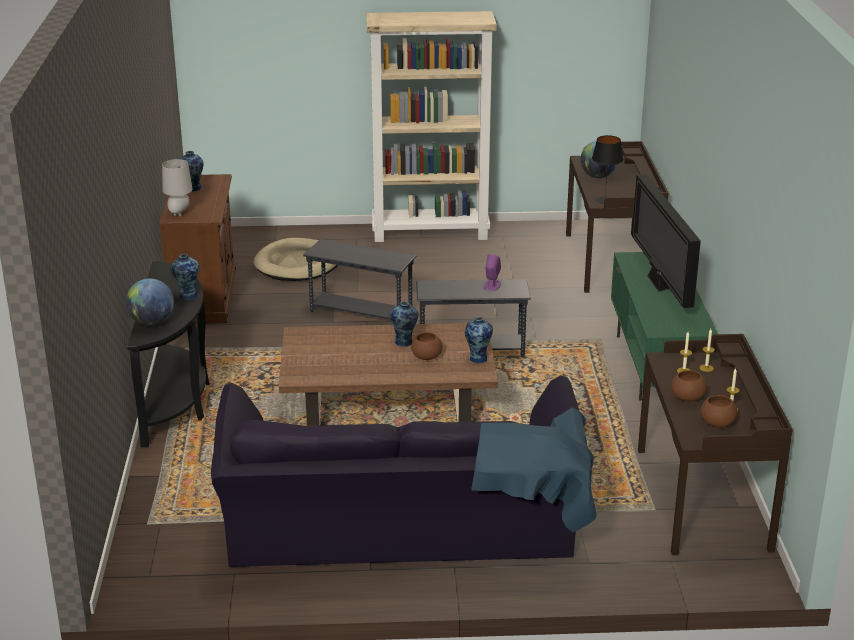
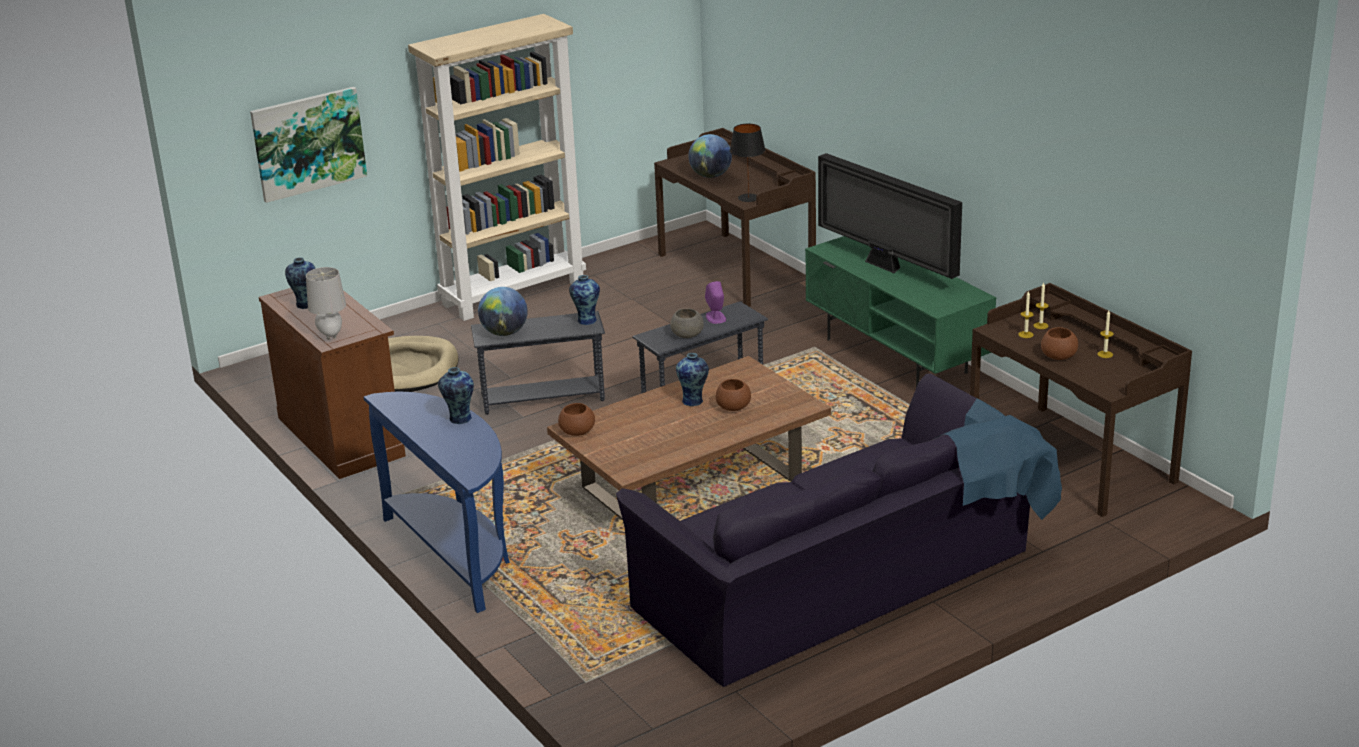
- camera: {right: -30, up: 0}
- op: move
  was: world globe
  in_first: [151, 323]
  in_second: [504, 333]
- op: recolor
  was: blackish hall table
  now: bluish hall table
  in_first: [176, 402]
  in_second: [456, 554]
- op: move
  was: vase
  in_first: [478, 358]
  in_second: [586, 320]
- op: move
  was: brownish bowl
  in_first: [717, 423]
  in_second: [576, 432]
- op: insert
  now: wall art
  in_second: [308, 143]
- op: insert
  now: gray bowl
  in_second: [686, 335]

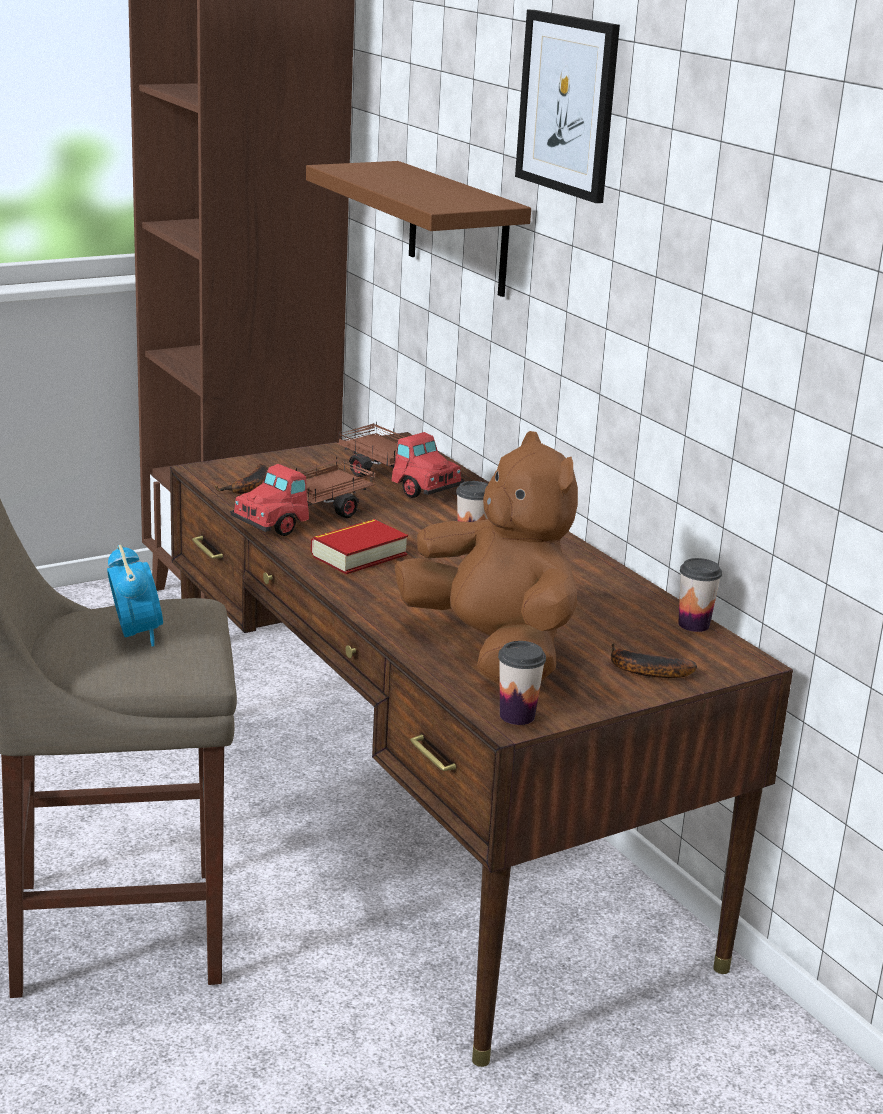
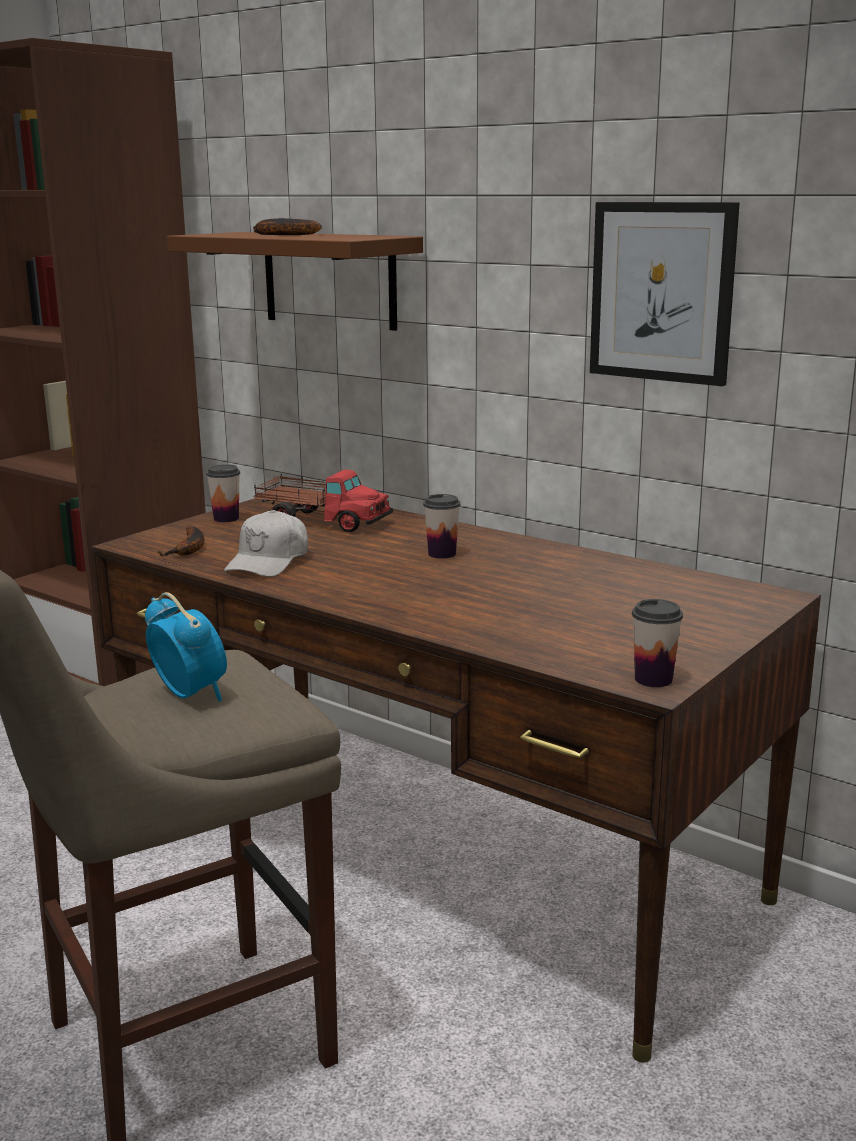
- camera: {right: -20, up: -5}
- op: replace
  was: model truck
  now: white peaked cap
  in_first: [306, 517]
  in_second: [269, 562]
- op: delete
  was: bound book
  in_first: [359, 555]
- op: delete
  was: brownish plush toy
  in_first: [493, 651]
- op: move
  was: wall art
  in_first: [567, 104]
  in_second: [662, 292]
- op: move
  was: whole banana
  in_first: [643, 670]
  in_second: [282, 235]
- op: move
  was: cup
  in_first: [693, 624]
  in_second: [226, 518]

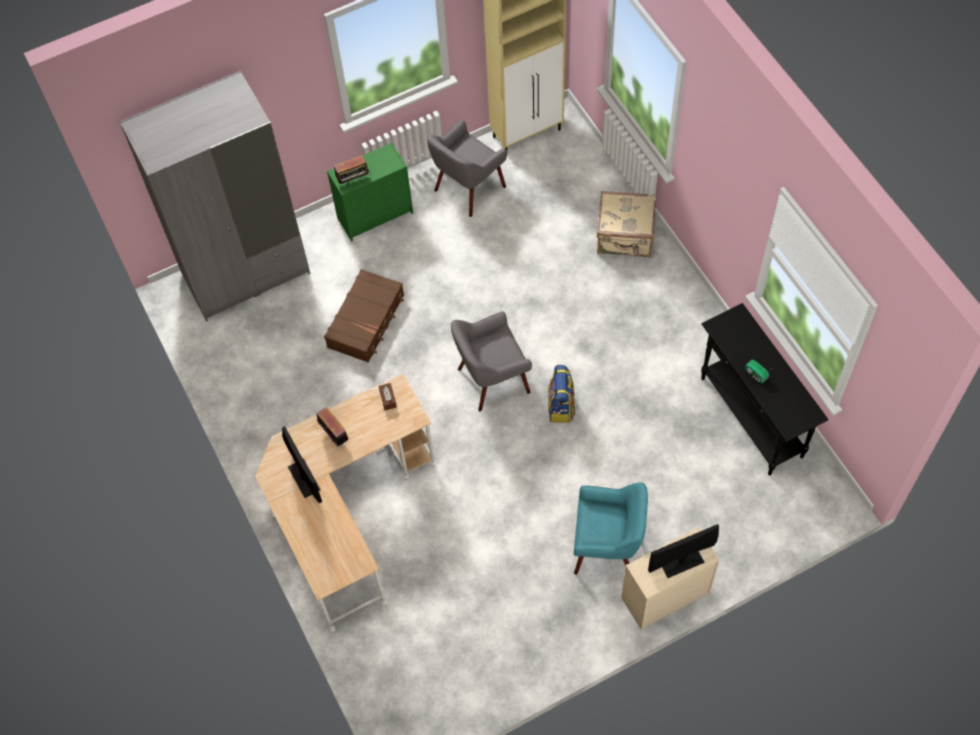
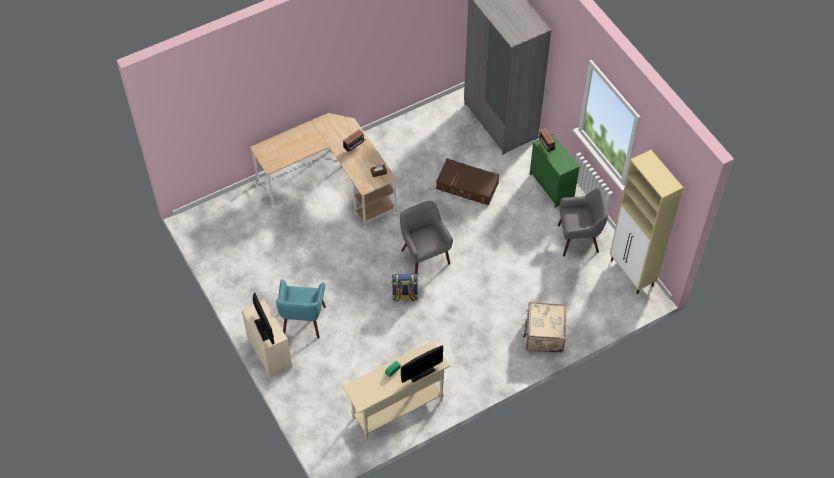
- camera: {right: 85, up: -5}
- op: move
  was: computer screen
  in_first: [304, 478]
  in_second: [421, 372]
- op: rotate
  was: gray lounge chair
  in_first: [468, 188]
  in_second: [579, 239]
  clockwise: 135
- op: recolor
  was: blackish hall table
  now: beige hall table
  in_first: [751, 417]
  in_second: [397, 409]

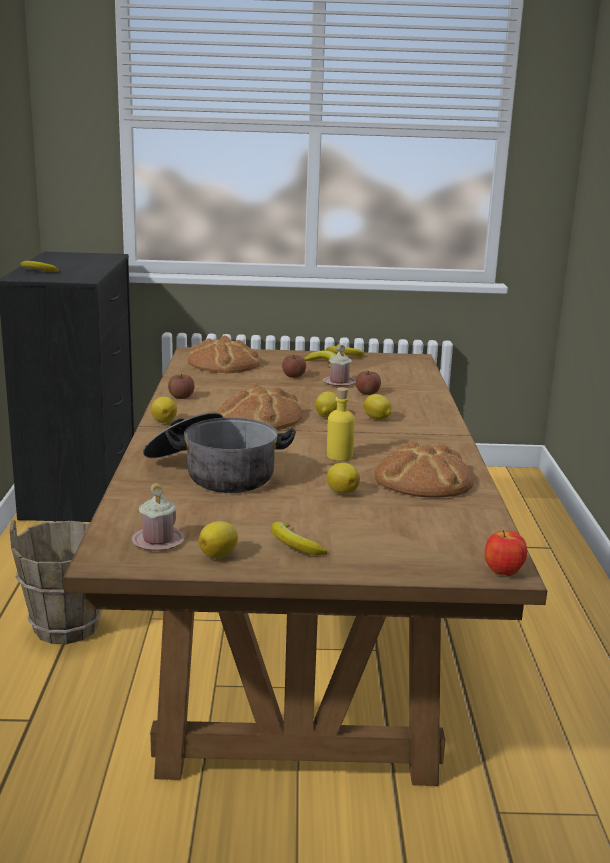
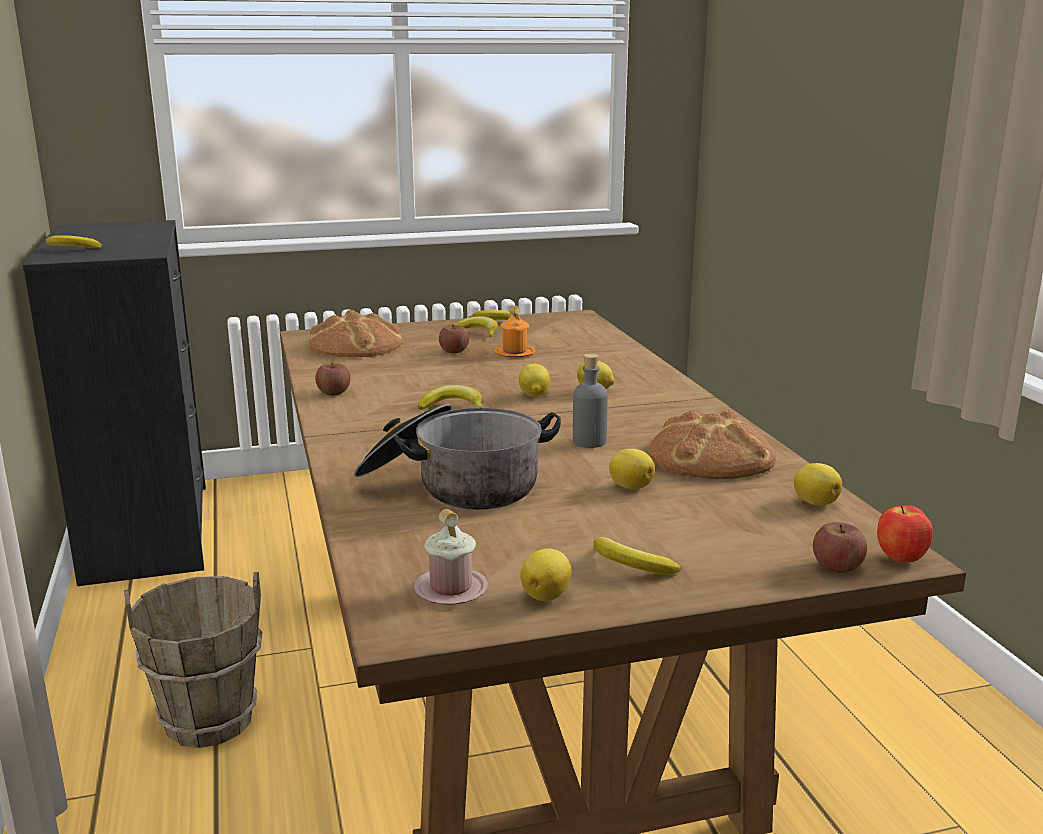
- camera: {right: -15, up: 0}
- op: move
  was: lemon
  in_first: [164, 421]
  in_second: [814, 502]
- op: replace
  was: bread
  now: whole banana
  in_first: [259, 417]
  in_second: [452, 406]
- op: recolor
  was: pink-coloured coffee mug
  now: orange coffee mug
  in_first: [339, 382]
  in_second: [514, 353]
- op: recolor
  was: yellow-coloured beverage bottle
  now: gray beverage bottle
  in_first: [339, 456]
  in_second: [589, 442]
- op: move
  was: apple
  in_first: [367, 393]
  in_second: [837, 567]

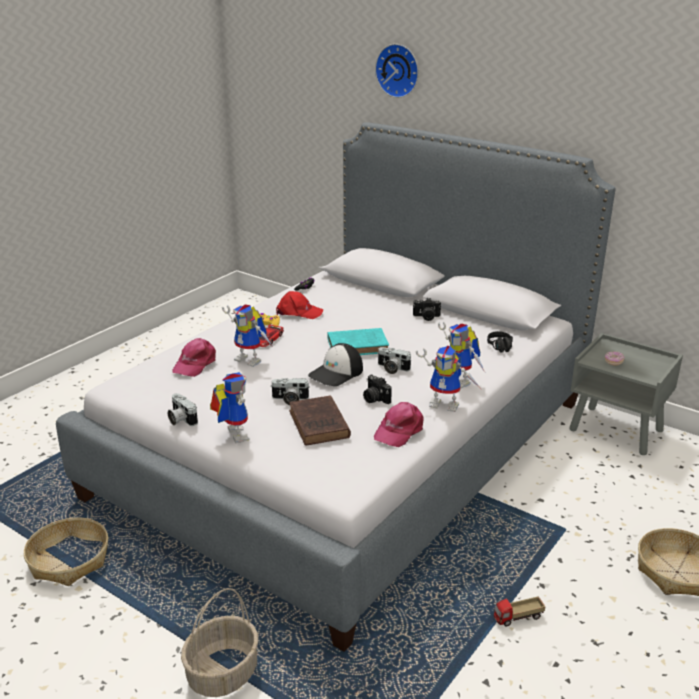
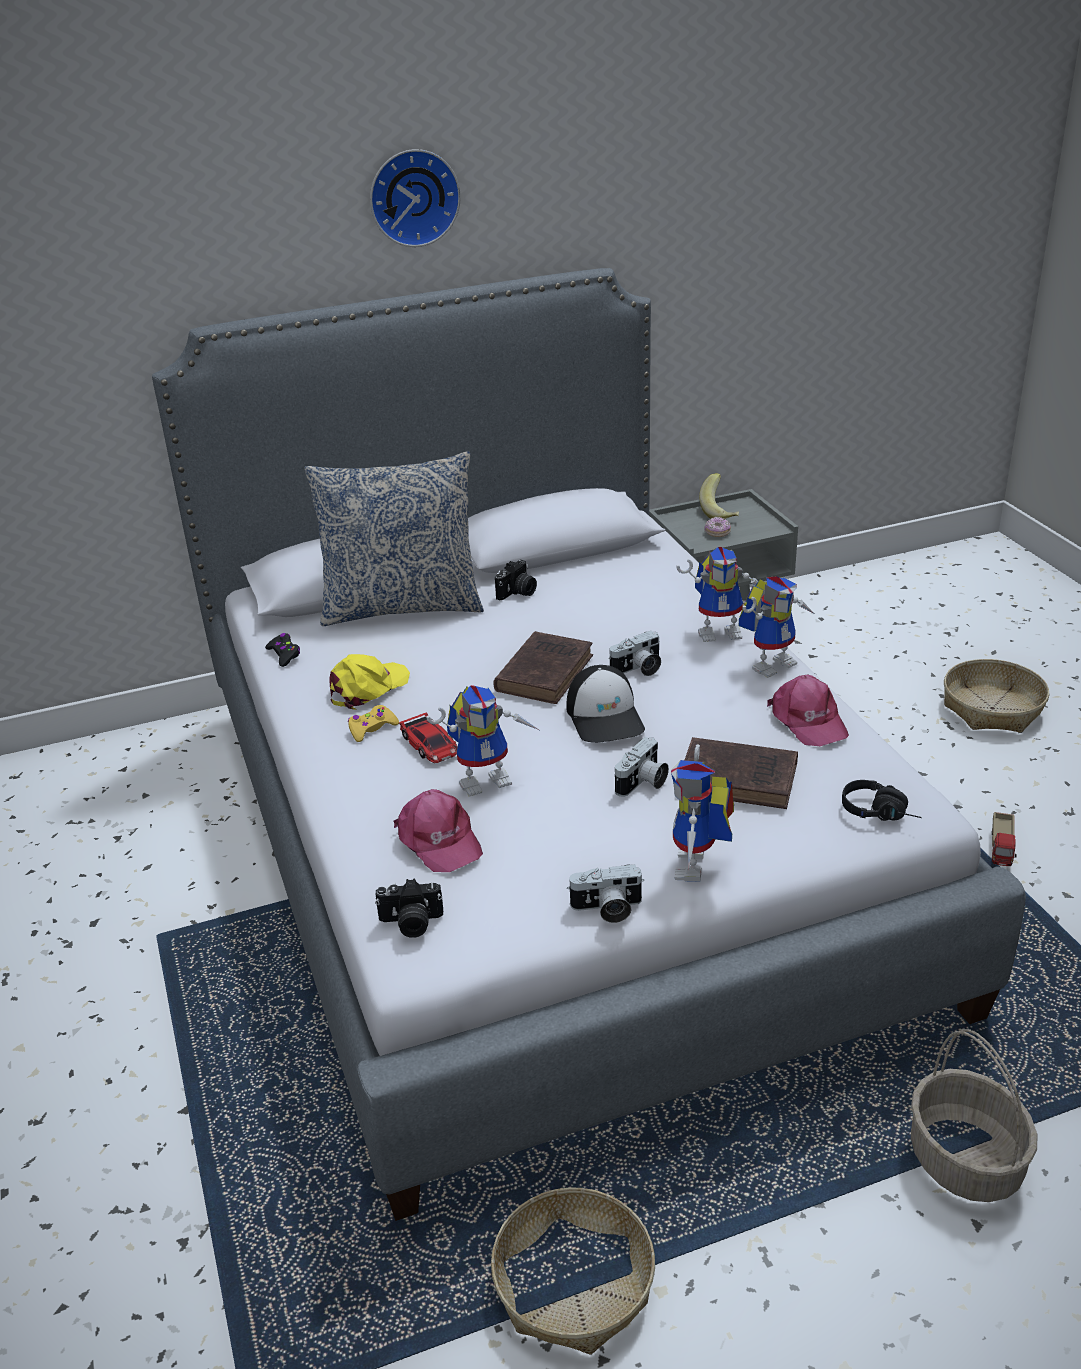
- camera: {right: -55, up: 5}
- op: rotate
  was: robot figure
  in_first: [232, 434]
  in_second: [699, 868]
  clockwise: -90
- op: recolor
  was: red-coloured peaked cap
  now: yellow-coloured peaked cap
  in_first: [298, 312]
  in_second: [367, 688]
- op: recolor
  was: turquoise bound book
  now: brownish bound book
  in_first: [359, 346]
  in_second: [545, 672]
- op: move
  was: photo camera
  in_first: [374, 398]
  in_second: [411, 923]
- op: move
  was: clock on the wall
  in_first: [398, 70]
  in_second: [413, 197]
- op: move
  was: blackish headset
  in_first: [501, 349]
  in_second: [881, 813]
- op: insert
  now: pillow
  in_second: [402, 606]
- op: insert
  now: whole banana
  in_second: [721, 512]

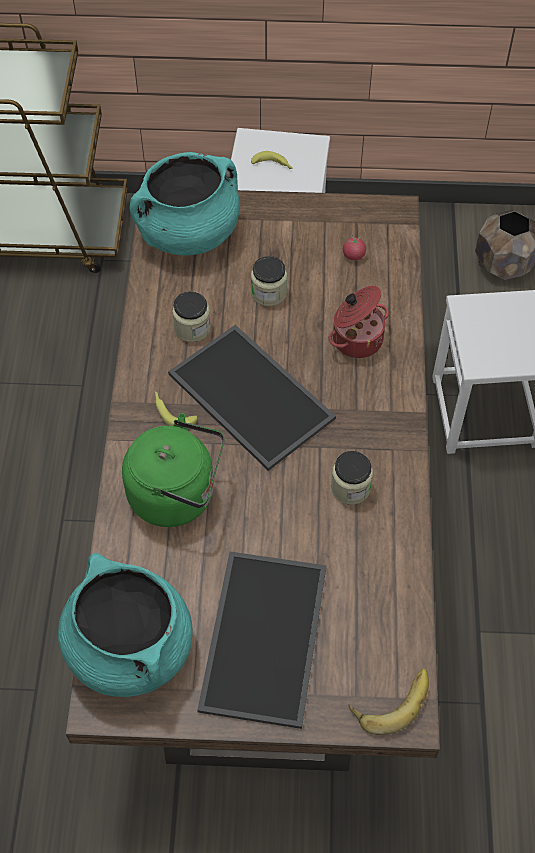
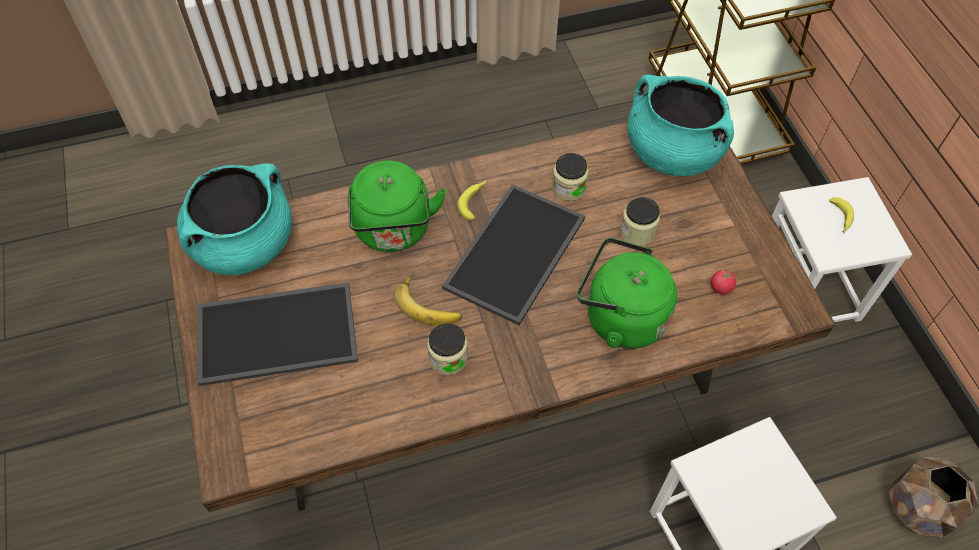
- camera: {right: 70, up: 0}
- op: replace
  was: stockpot
  now: green kettle
  in_first: [356, 338]
  in_second: [620, 317]
- op: move
  was: whole banana
  in_first: [391, 699]
  in_second: [430, 303]

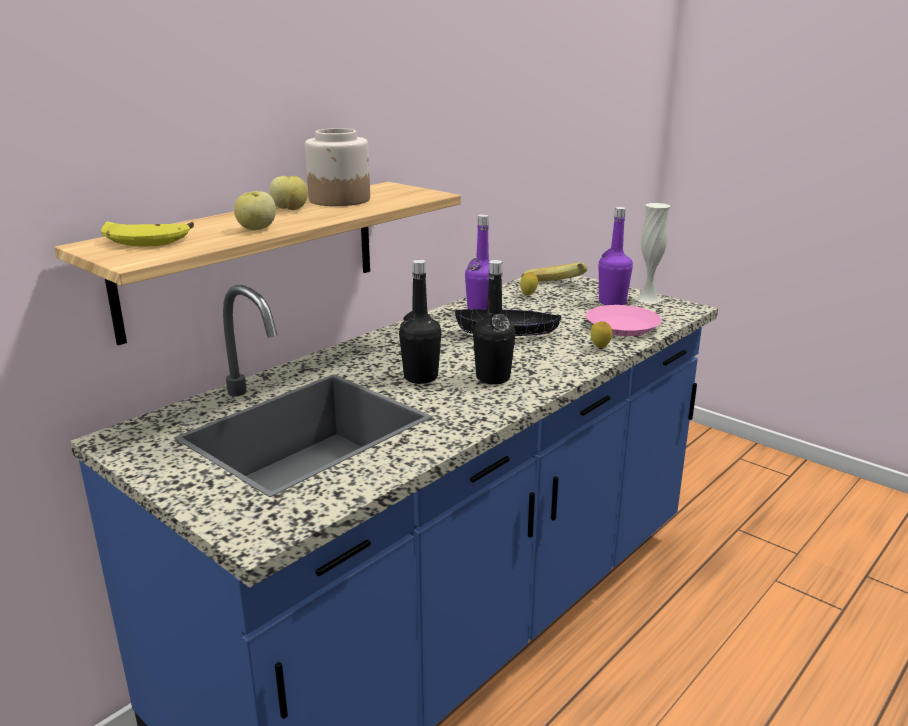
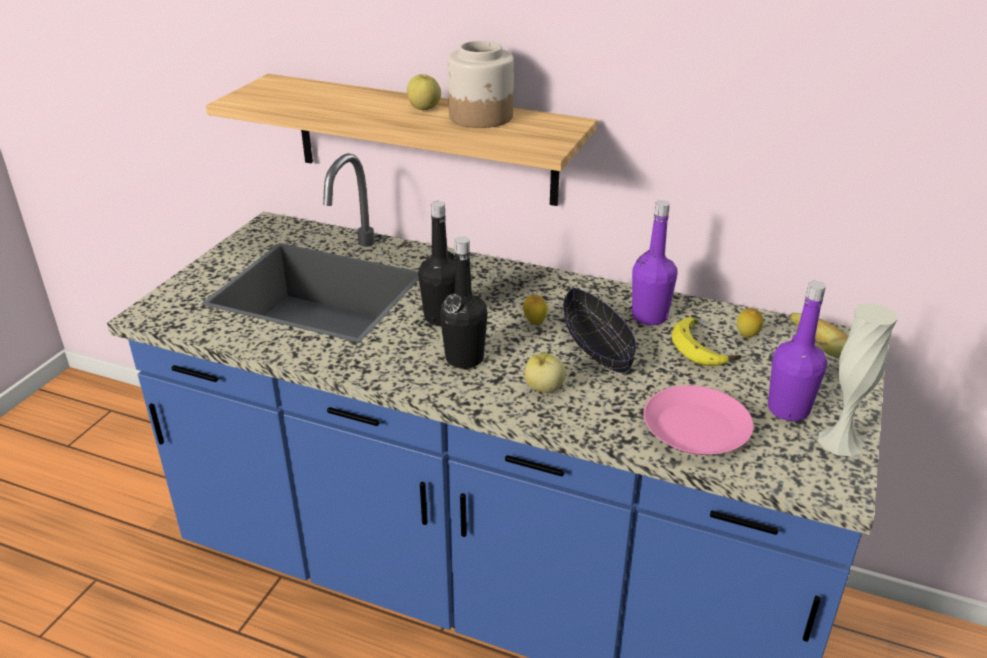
- camera: {right: 70, up: 10}
- op: move
  was: whole banana
  in_first: [149, 239]
  in_second: [704, 349]
- op: move
  was: apple
  in_first: [257, 229]
  in_second: [544, 388]
- op: move
  was: lemon
  in_first: [600, 348]
  in_second: [534, 323]

